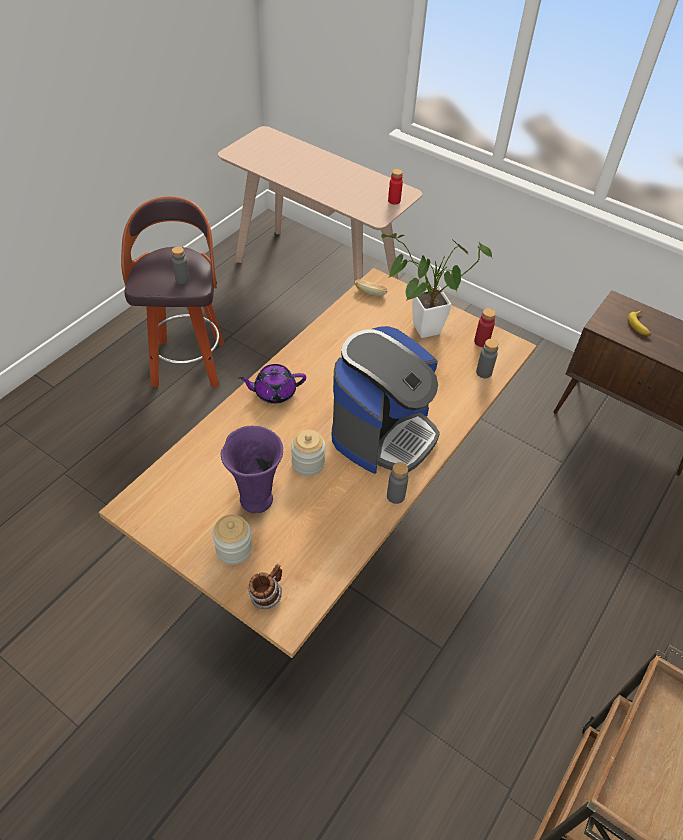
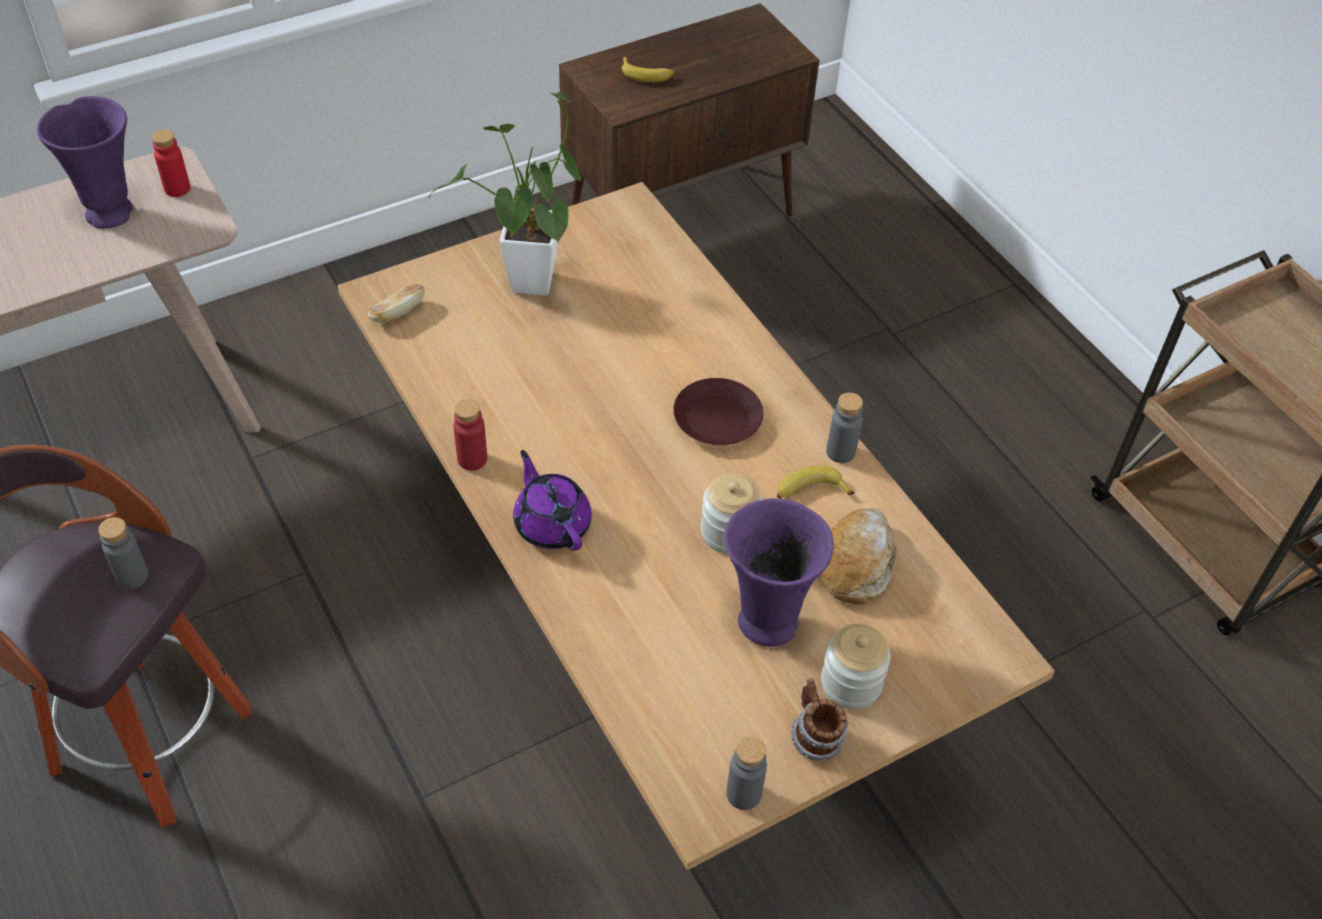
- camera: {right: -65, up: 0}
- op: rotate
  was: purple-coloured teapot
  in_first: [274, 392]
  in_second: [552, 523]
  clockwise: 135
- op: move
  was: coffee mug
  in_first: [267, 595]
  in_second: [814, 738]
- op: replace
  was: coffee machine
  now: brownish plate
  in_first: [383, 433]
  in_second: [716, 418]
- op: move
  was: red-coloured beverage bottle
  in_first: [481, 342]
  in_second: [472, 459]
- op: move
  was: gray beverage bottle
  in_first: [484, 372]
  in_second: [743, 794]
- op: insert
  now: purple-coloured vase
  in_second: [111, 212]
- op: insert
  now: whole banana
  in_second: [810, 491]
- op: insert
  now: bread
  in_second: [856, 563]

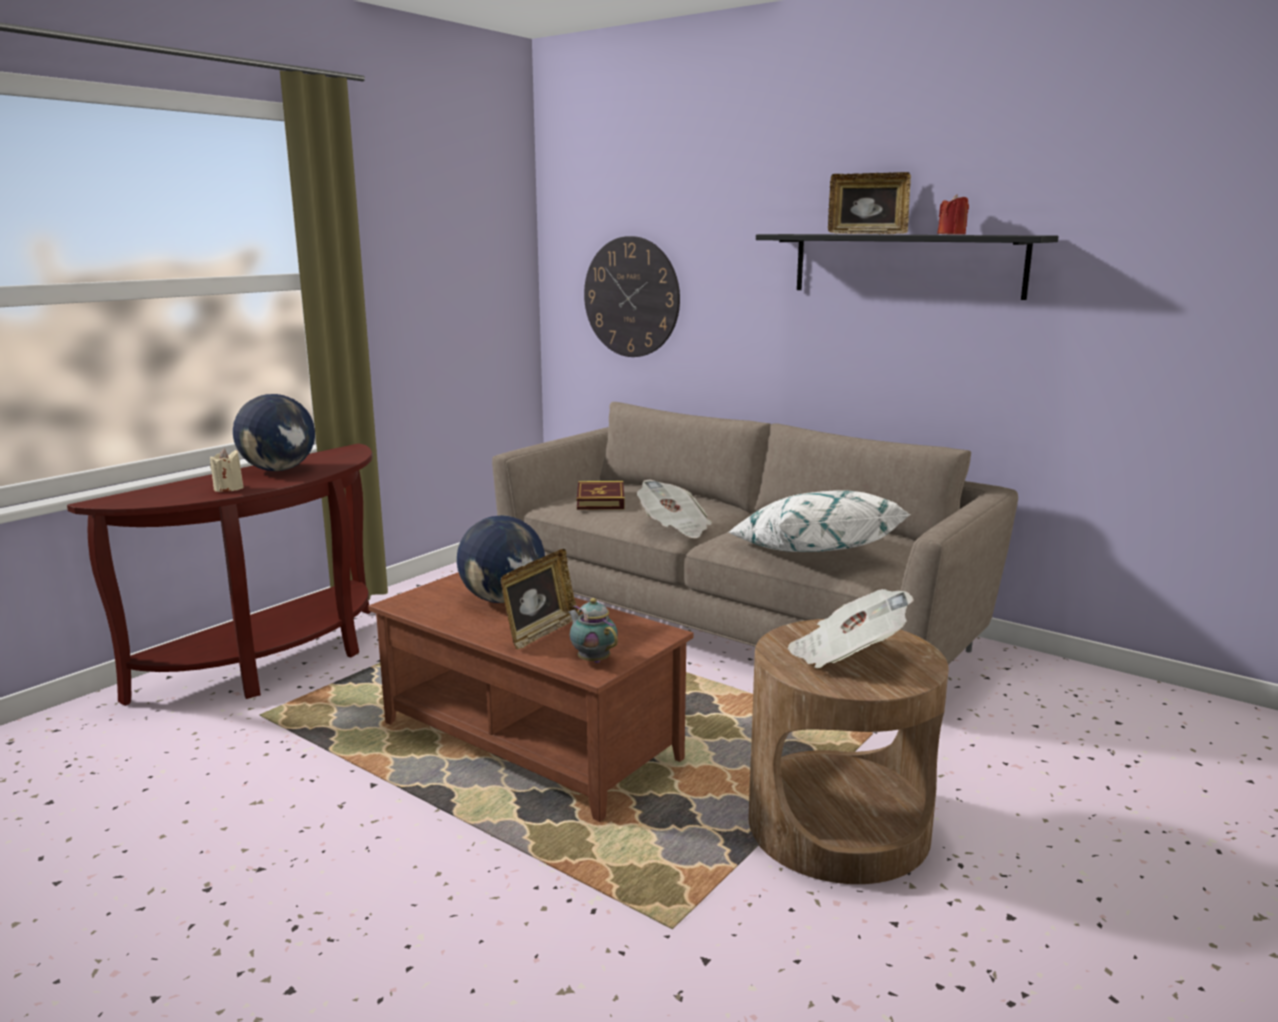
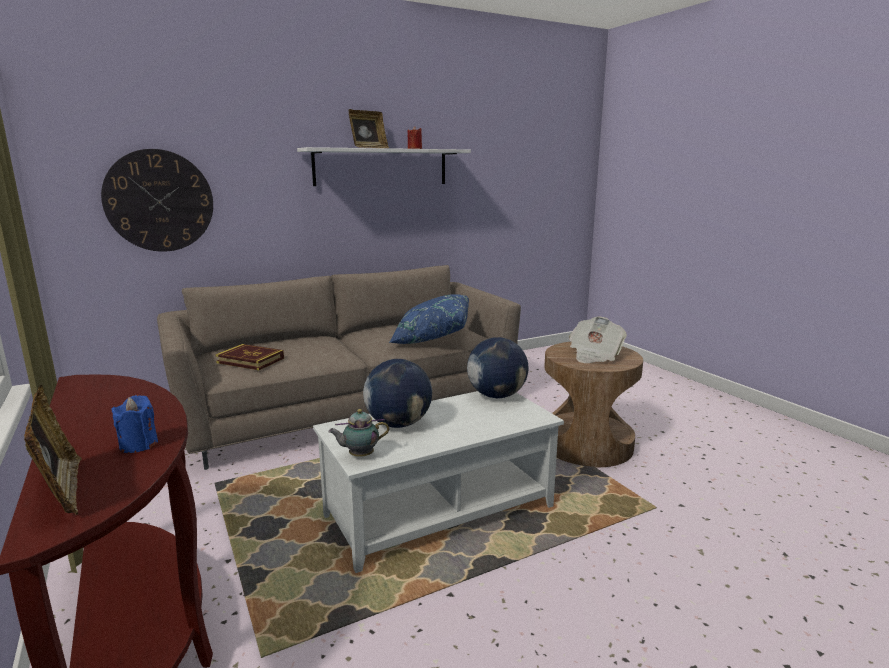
- camera: {right: -65, up: 0}
- op: recolor
  was: beige candle
  now: bluish candle
  in_first: [228, 489]
  in_second: [138, 445]
- op: move
  was: world globe
  in_first: [279, 470]
  in_second: [496, 395]
- op: recolor
  was: brownish lounge table
  now: white lounge table
  in_first: [531, 740]
  in_second: [439, 510]
- op: move
  was: photo frame
  in_first: [540, 632]
  in_second: [63, 491]
- op: move
  was: teapot
  in_first: [592, 660]
  in_second: [359, 455]
- op: delete
  was: newspaper
  in_first: [674, 528]
- op: recolor
  was: white pillow
  now: bluish pillow
  in_first: [812, 552]
  in_second: [431, 337]
- op: recolor
  was: blackish bracket shelf
  now: white bracket shelf
  in_first: [906, 264]
  in_second: [381, 167]

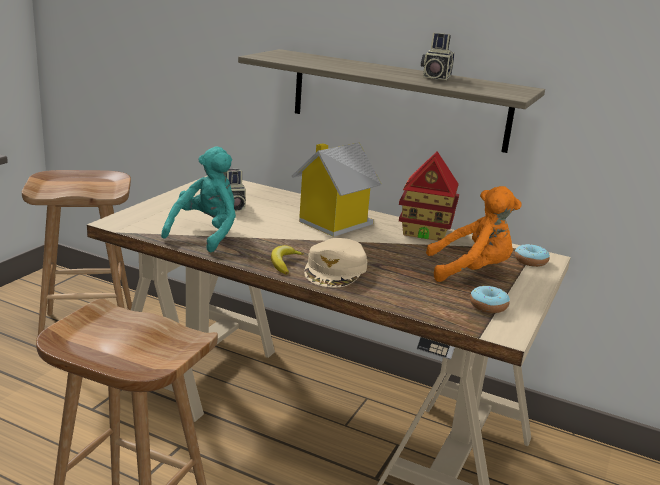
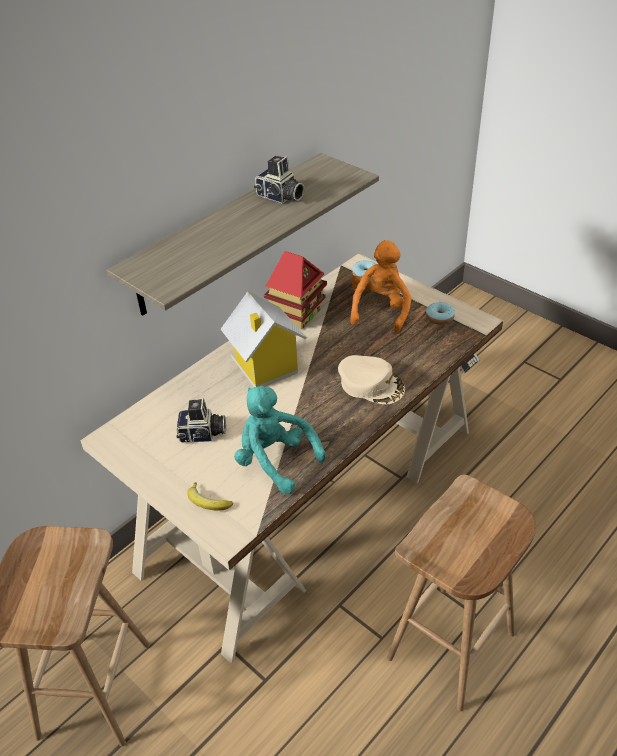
- camera: {right: -70, up: 20}
- op: move
  was: whole banana
  in_first: [284, 263]
  in_second: [207, 502]

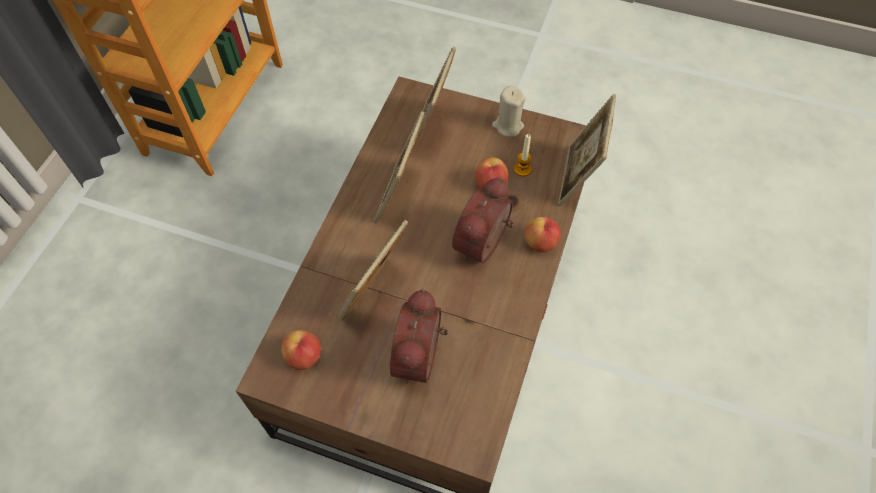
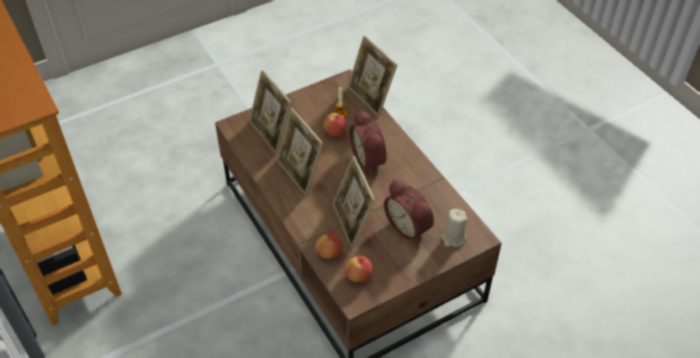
- camera: {right: -50, up: -10}
- op: move
  was: beige candle
  in_first: [508, 126]
  in_second: [453, 238]
- op: move
  was: apple
  in_first: [540, 243]
  in_second: [329, 253]

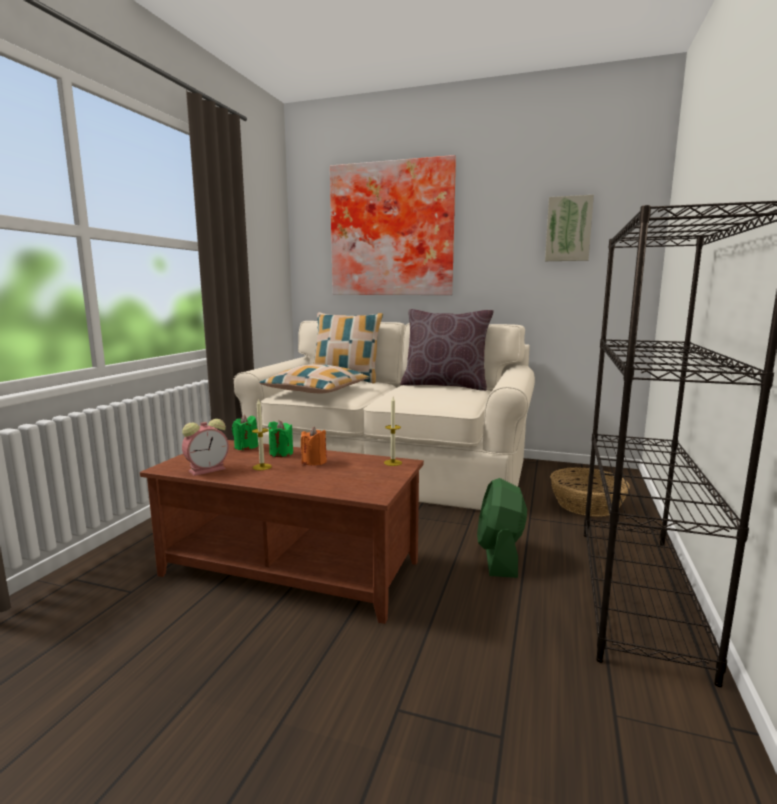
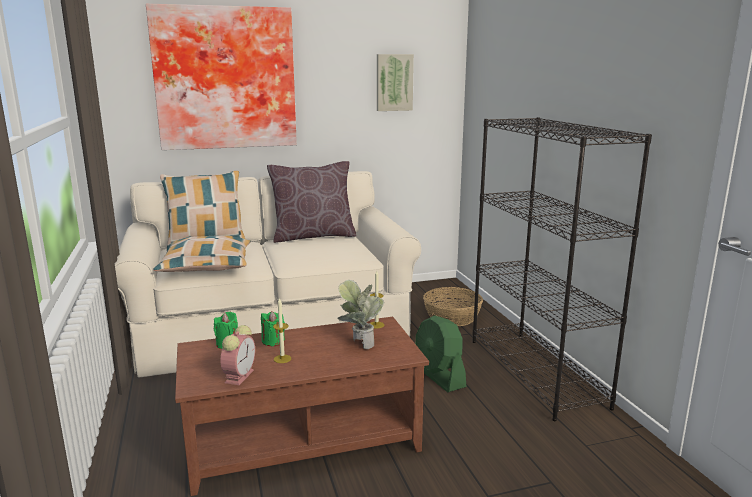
- camera: {right: -35, up: 5}
- op: delete
  was: orange candle
  in_first: [314, 462]
- op: insert
  now: plant in a pot
  in_second: [359, 344]

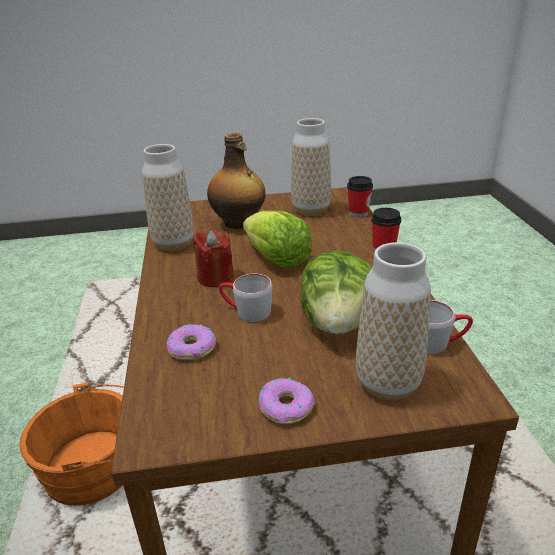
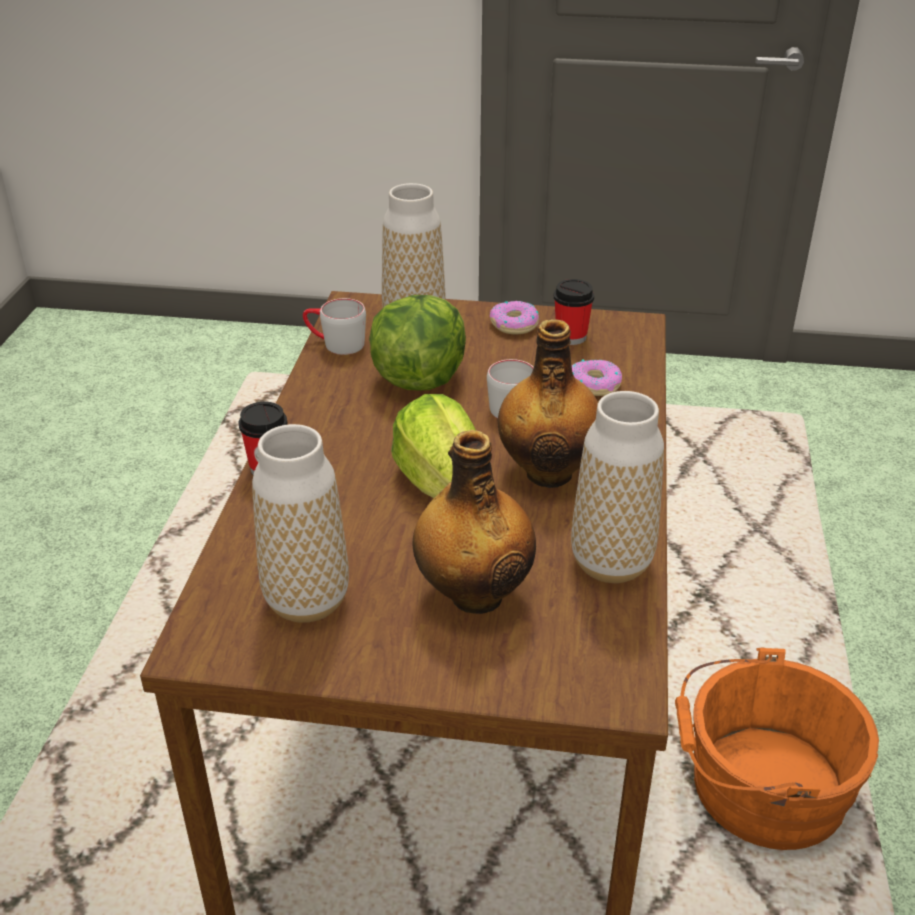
- camera: {right: -165, up: 5}
- op: replace
  was: red-coloured candle
  now: beverage bottle
  in_first: [215, 278]
  in_second: [548, 471]
- op: move
  was: cup
  in_first: [358, 213]
  in_second: [571, 337]

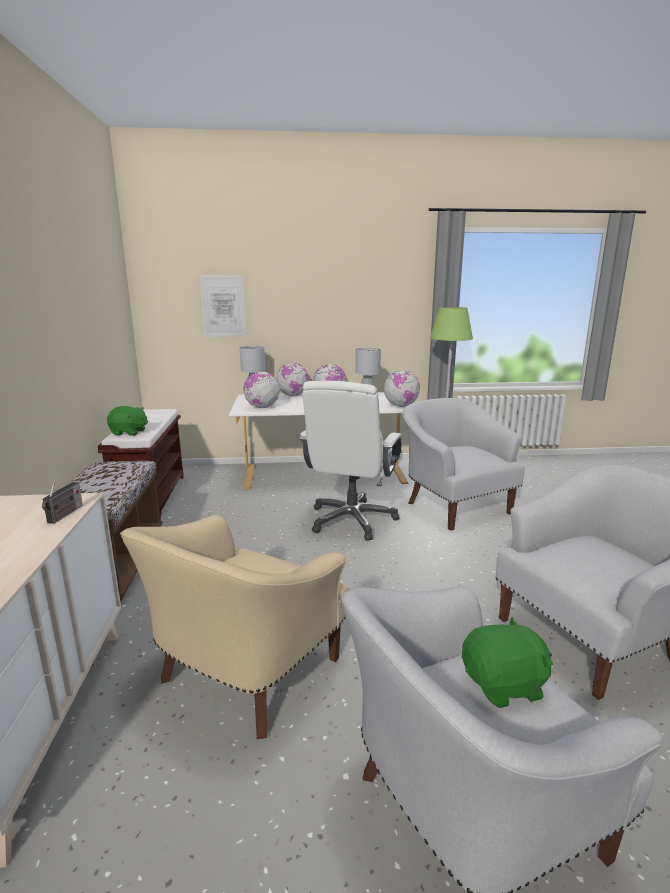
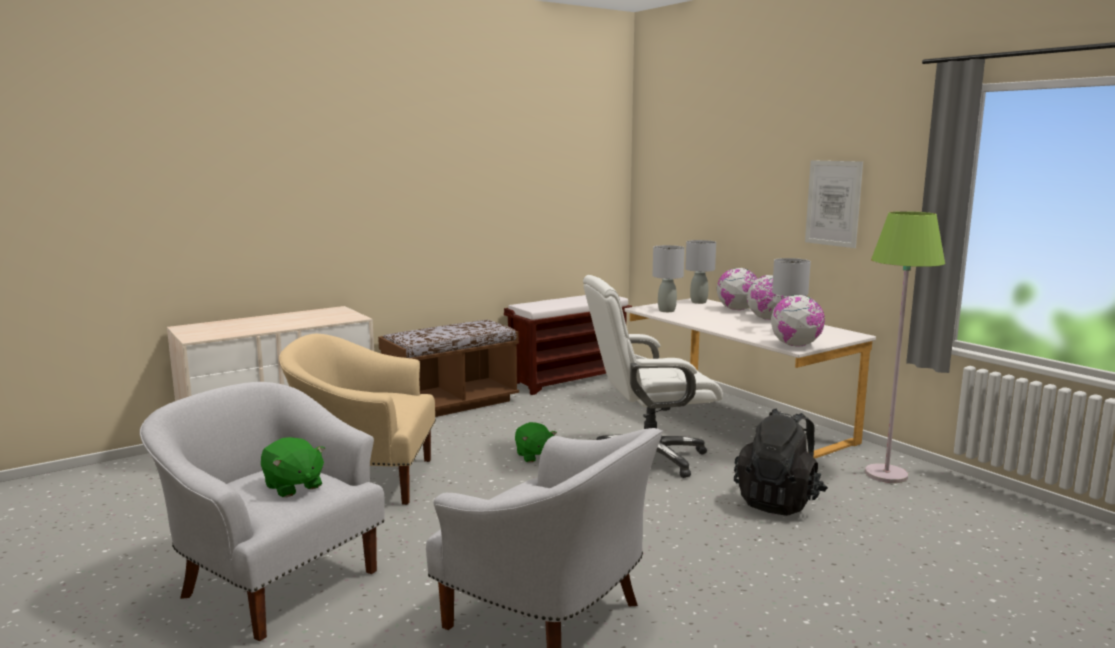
- camera: {right: 60, up: -5}
- op: delete
  was: radio set
  in_first: [64, 515]
- op: move
  was: green plush toy
  in_first: [129, 432]
  in_second: [534, 456]
- op: move
  was: wall art
  in_first: [223, 306]
  in_second: [833, 203]
- op: replace
  was: world globe
  now: gray lamp for a table
  in_first: [262, 407]
  in_second: [666, 310]
- op: replace
  was: white lounge chair
  now: blackish knapsack
  in_first: [455, 506]
  in_second: [779, 501]

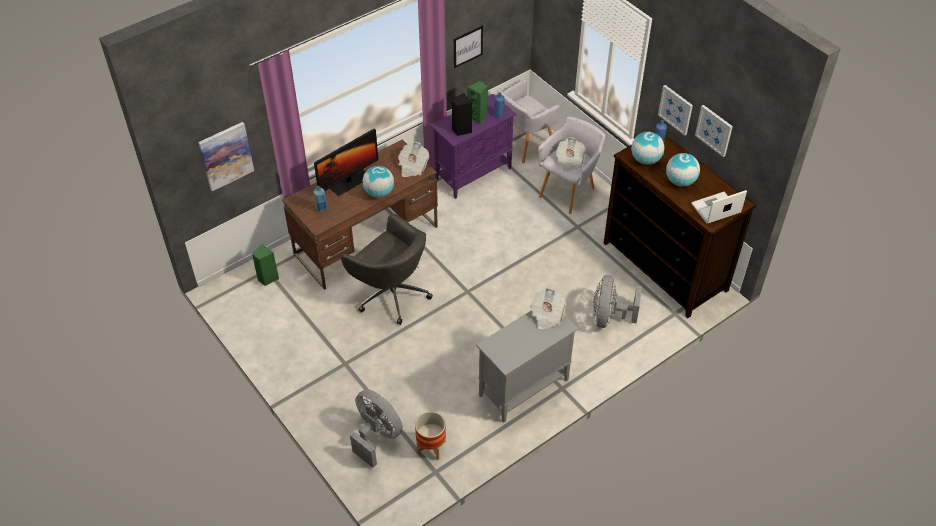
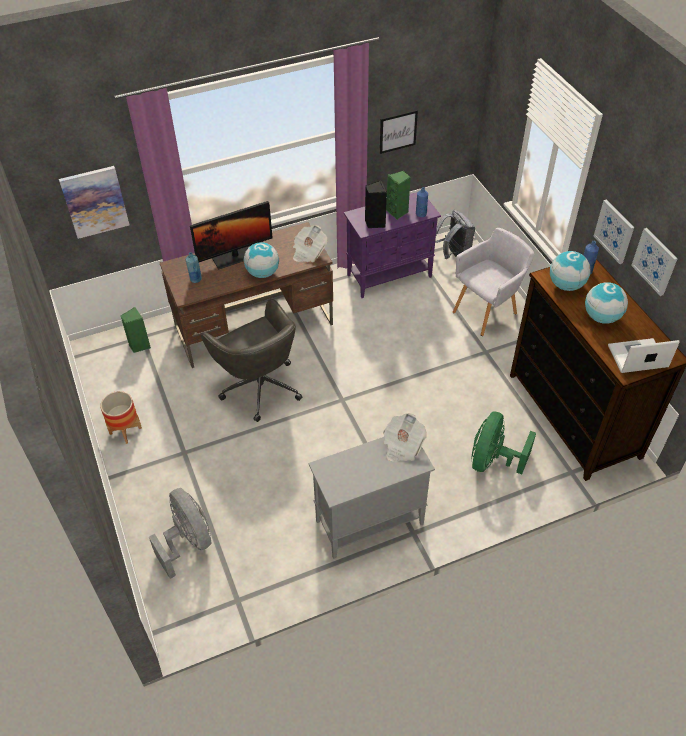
- camera: {right: 15, up: 0}
- op: move
  was: flower pot
  in_first: [431, 447]
  in_second: [125, 430]
- op: replace
  was: gray lounge chair
  now: gray knapsack
  in_first: [524, 144]
  in_second: [453, 255]
- op: delete
  was: newspaper
  in_first: [570, 161]
- op: recolor
  was: gray electric fan
  now: green electric fan
  in_first: [609, 317]
  in_second: [492, 460]

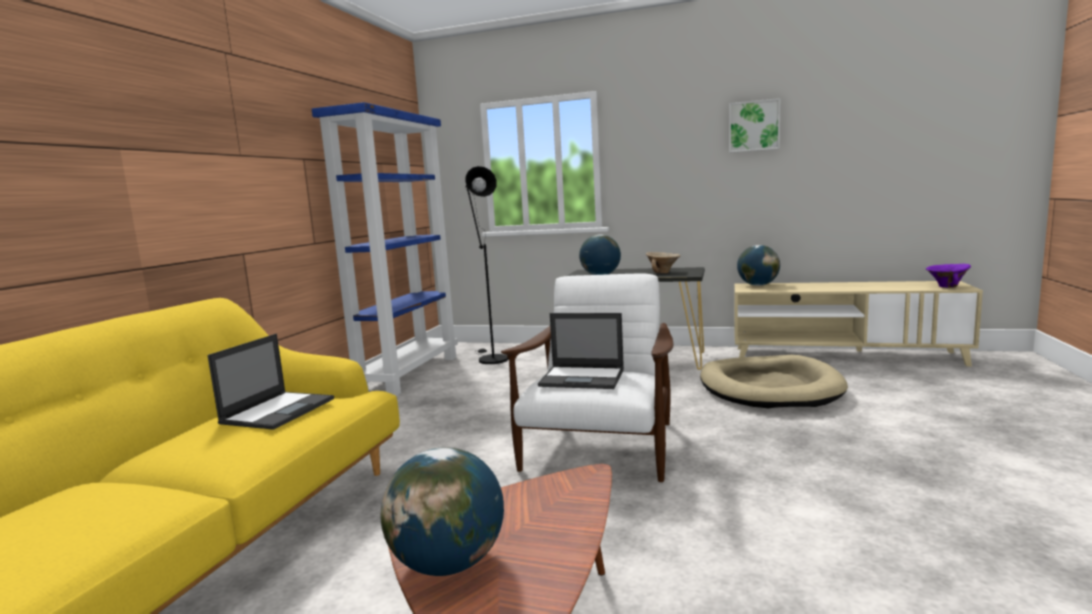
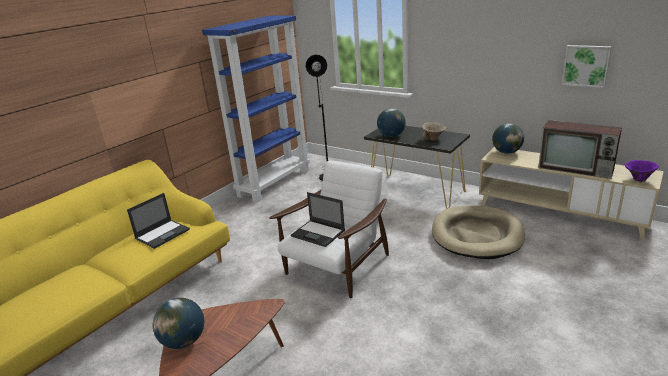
- camera: {right: 20, up: 15}
- op: move
  was: wall art
  in_first: [754, 126]
  in_second: [586, 65]
- op: insert
  now: TV set
  in_second: [577, 168]

